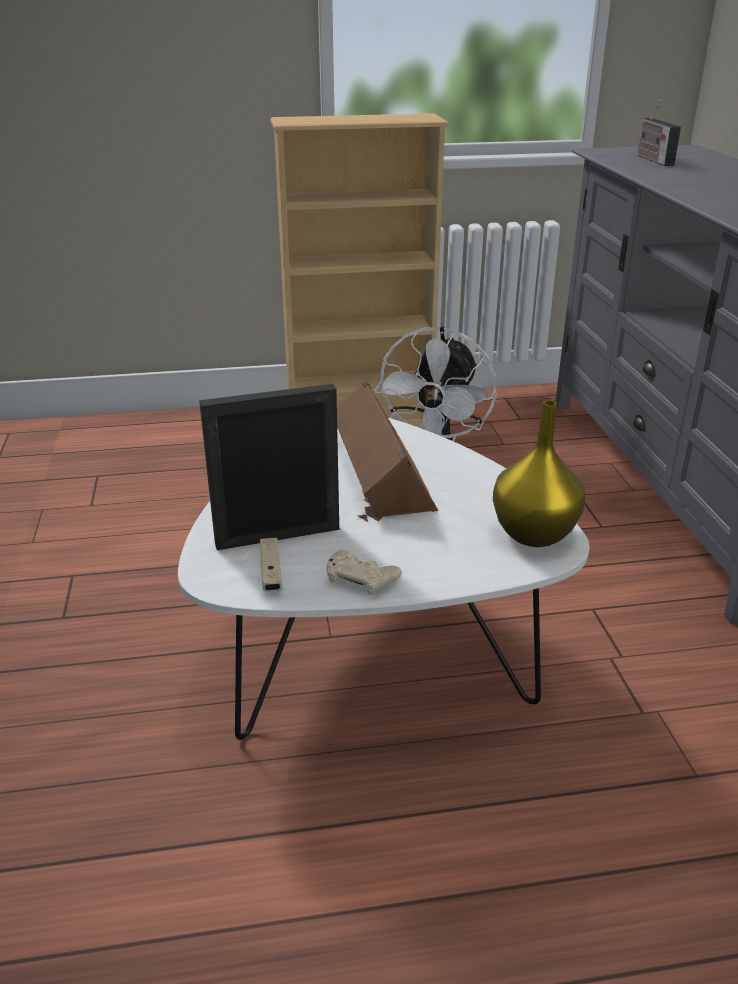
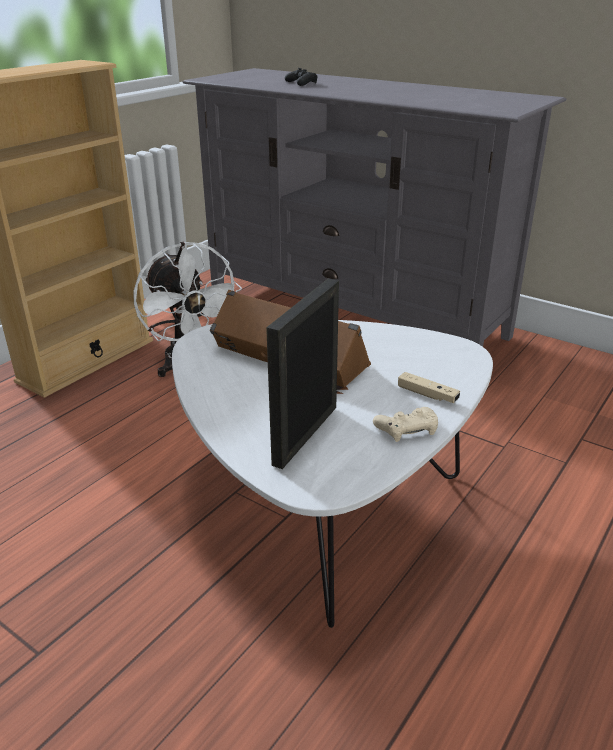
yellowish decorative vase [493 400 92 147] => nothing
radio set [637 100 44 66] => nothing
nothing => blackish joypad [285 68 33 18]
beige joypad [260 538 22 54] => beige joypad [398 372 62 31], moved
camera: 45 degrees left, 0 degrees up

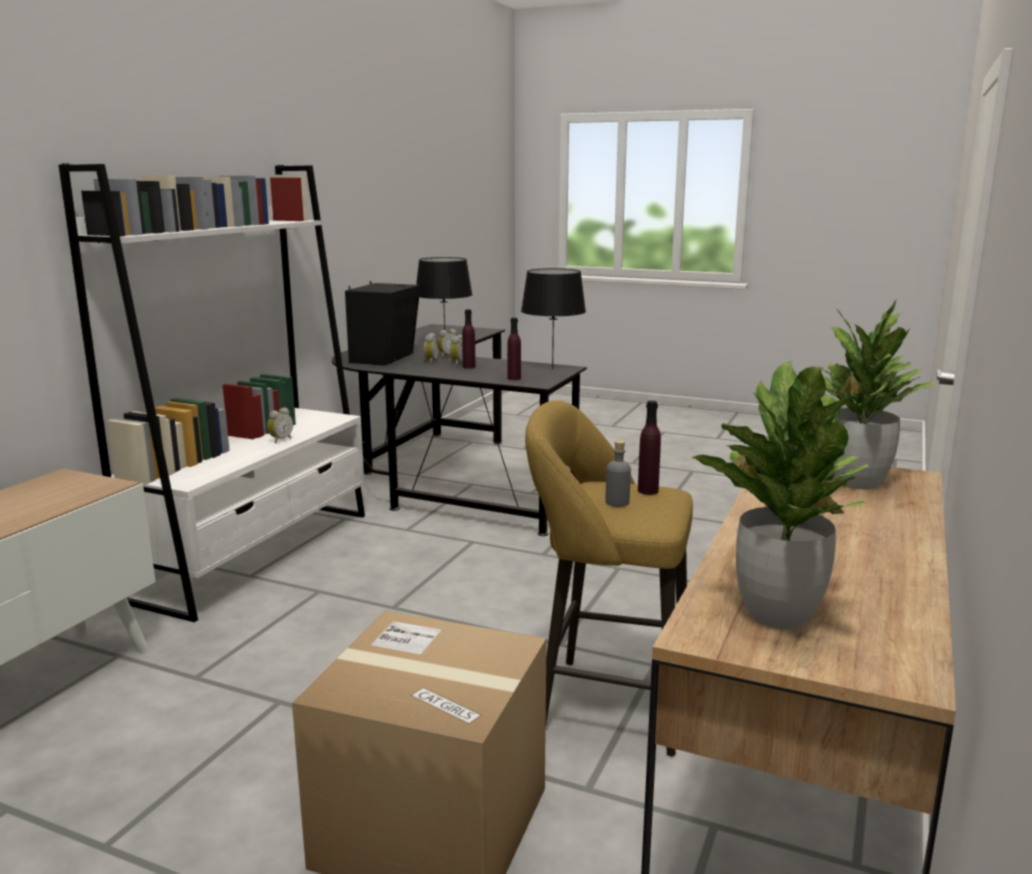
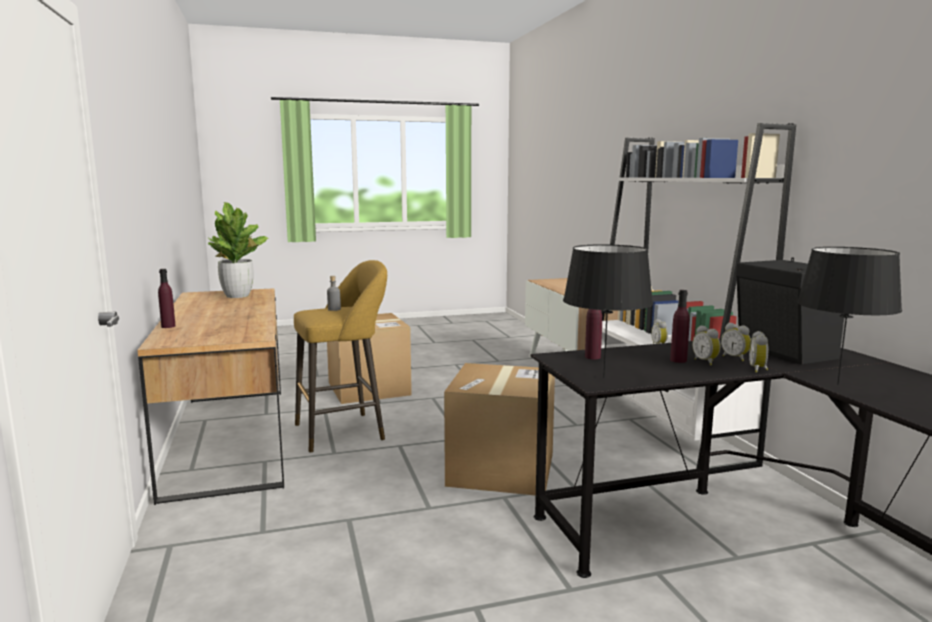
potted plant [823 299 115 191] => nothing
nothing => cardboard box [444 363 111 133]
purple beverage bottle [638 400 23 95] => purple beverage bottle [158 269 17 59], moved
camera: 140 degrees right, 5 degrees down

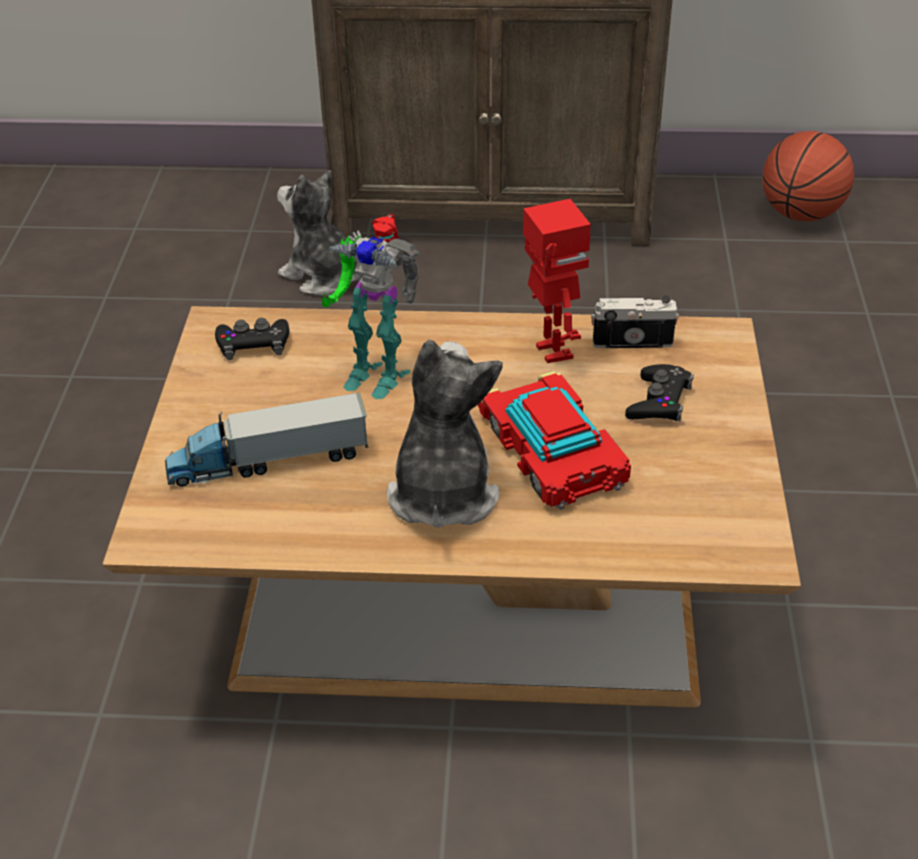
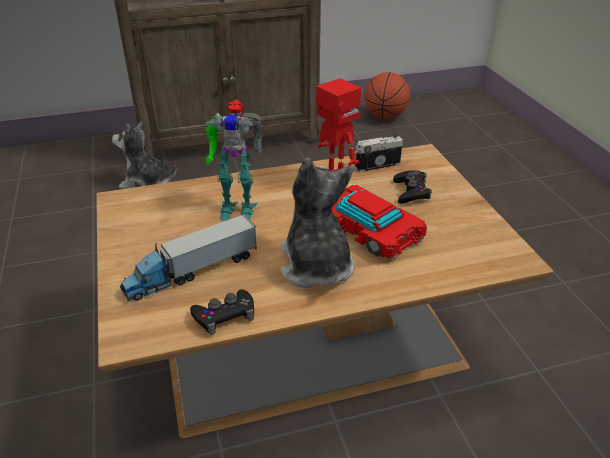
blackish joypad [215 318 74 42] => blackish joypad [190 289 64 46], moved
camera: 20 degrees left, 5 degrees down

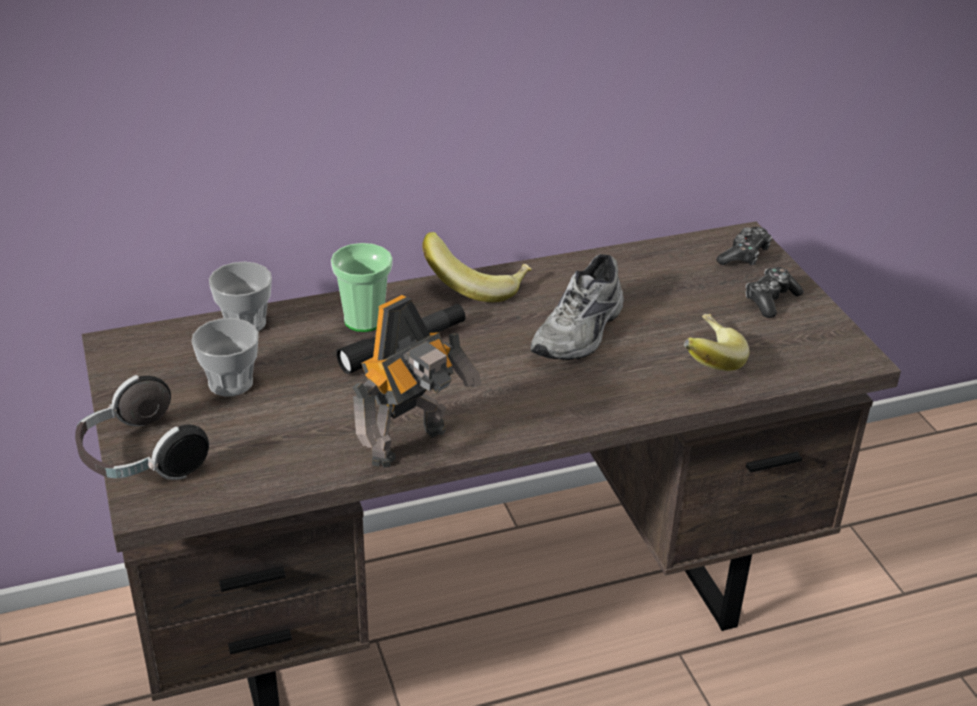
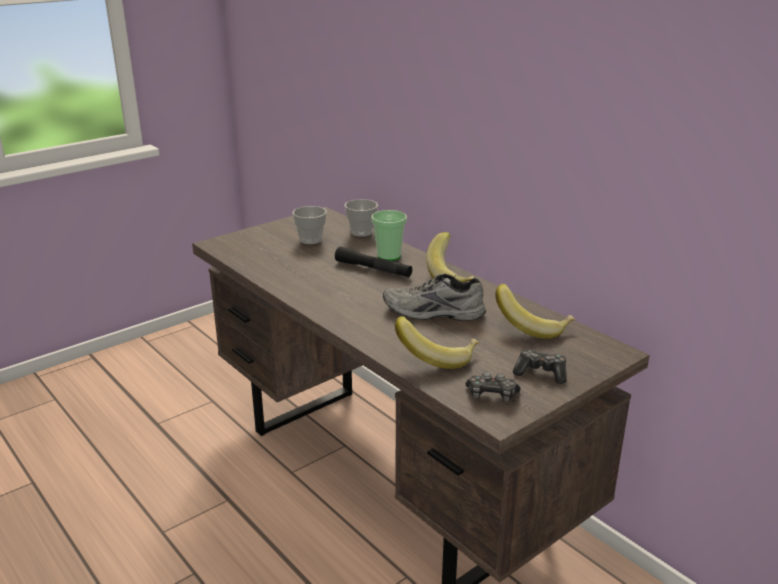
headphones [75 375 134 105] => nothing
toy robot [352 295 129 173] => nothing
nothing => whole banana [495 284 80 55]
joypad [716 227 56 39] => joypad [466 372 55 30], moved
camera: 70 degrees right, 10 degrees down

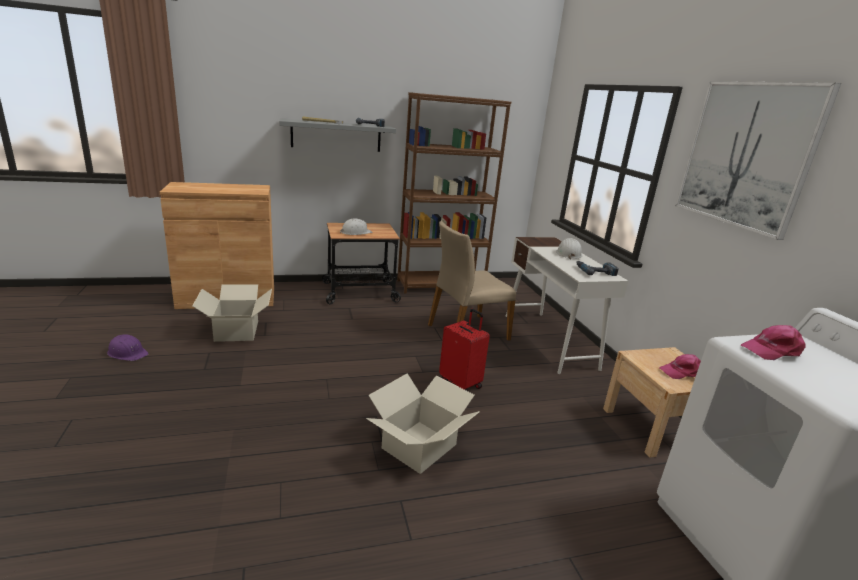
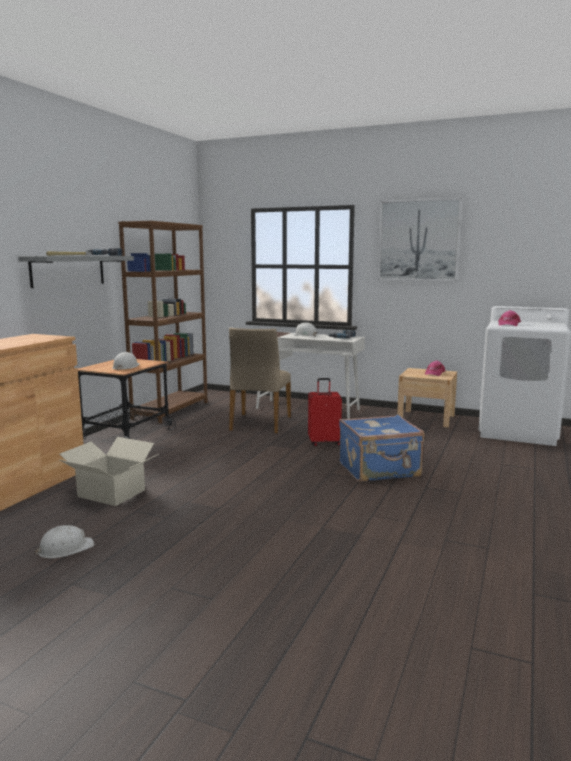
cardboard box [366 374 113 100] => blue suitcase [339 415 86 67]
purple safety helmet [107 334 42 27] => white-coloured safety helmet [34 525 60 33]
camera: 50 degrees left, 10 degrees down

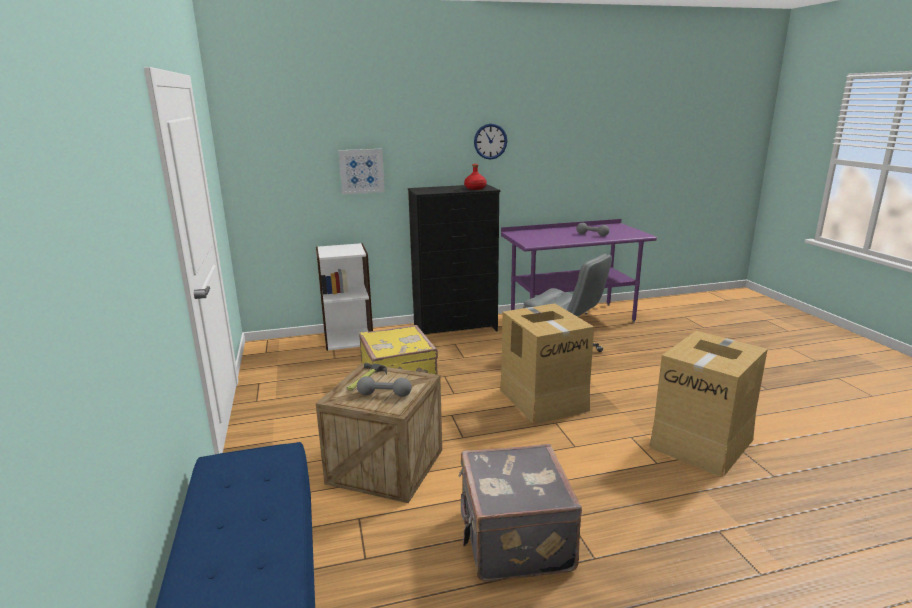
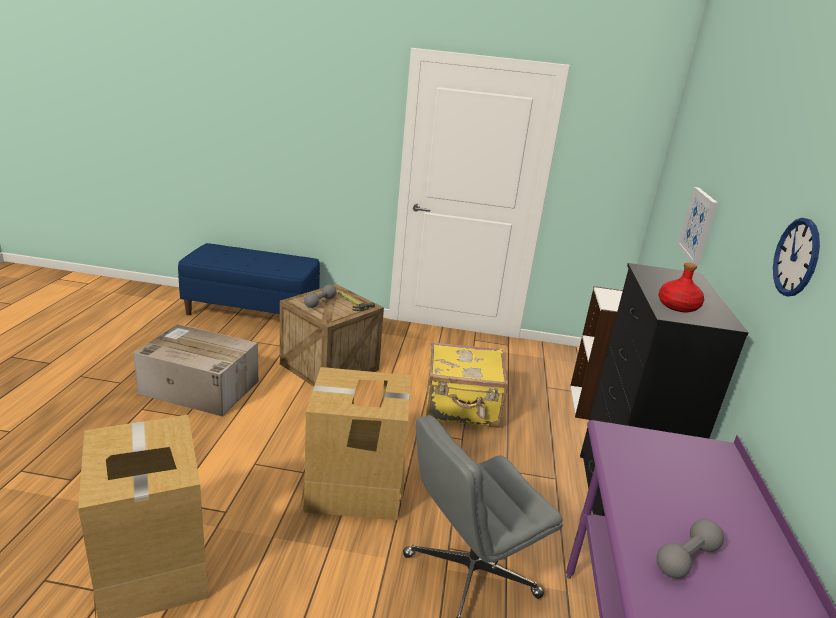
grey suitcase [459 444 123 137] => cardboard box [133 324 125 93]
camera: 110 degrees right, 5 degrees up

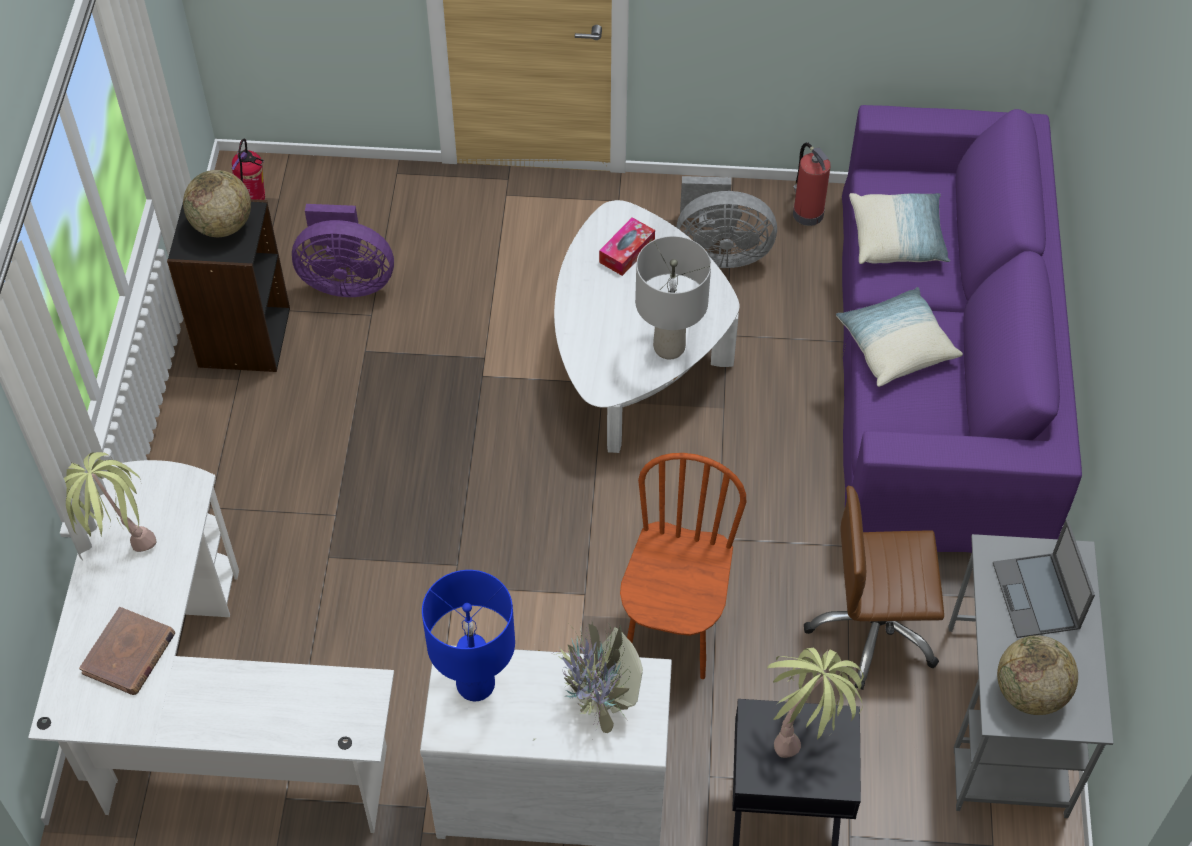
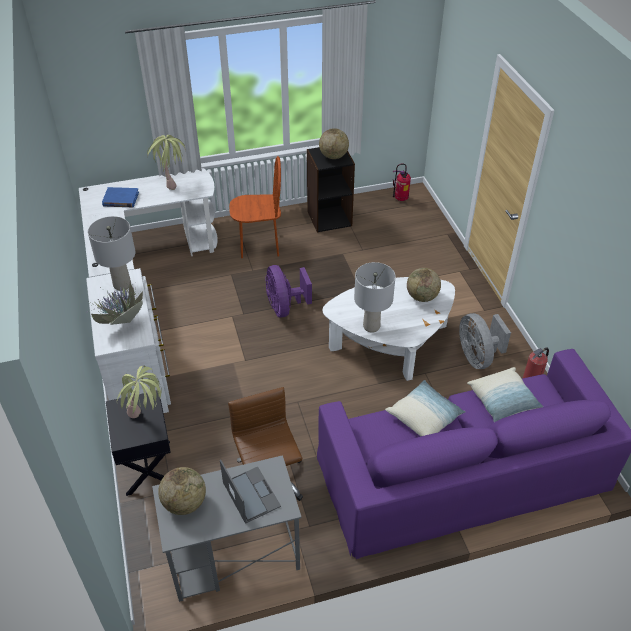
purple electric fan [292 204 102 93] => purple electric fan [266 265 46 52], moved
brown-coloured upright chair [620 453 126 226] => brown-coloured upright chair [229 156 52 102], moved
tissue box [599 217 56 59] => desk globe [407 268 34 34]
brown-coloured book [79 607 96 88] => blue book [102 187 37 20]
blue lamp for a table [422 570 93 131] => grey lamp for a table [88 216 47 75]
notebook computer [993 519 102 119] => notebook computer [220 460 61 64], 90 degrees clockwise
camera: 70 degrees right, 10 degrees down

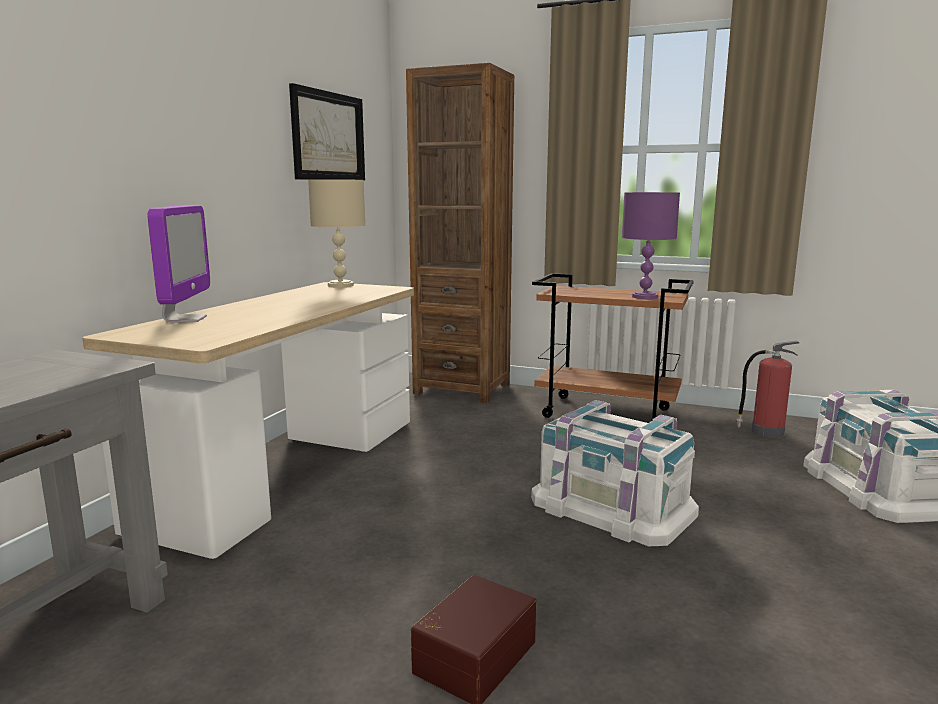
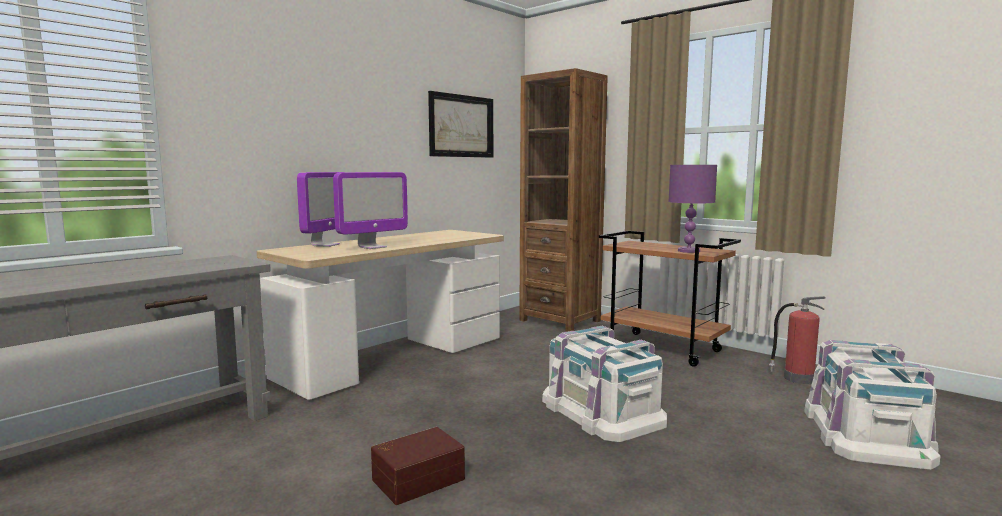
beige lamp for a table [308 179 58 109] => nothing
nothing => computer screen [333 172 75 77]
camera: 20 degrees right, 5 degrees down

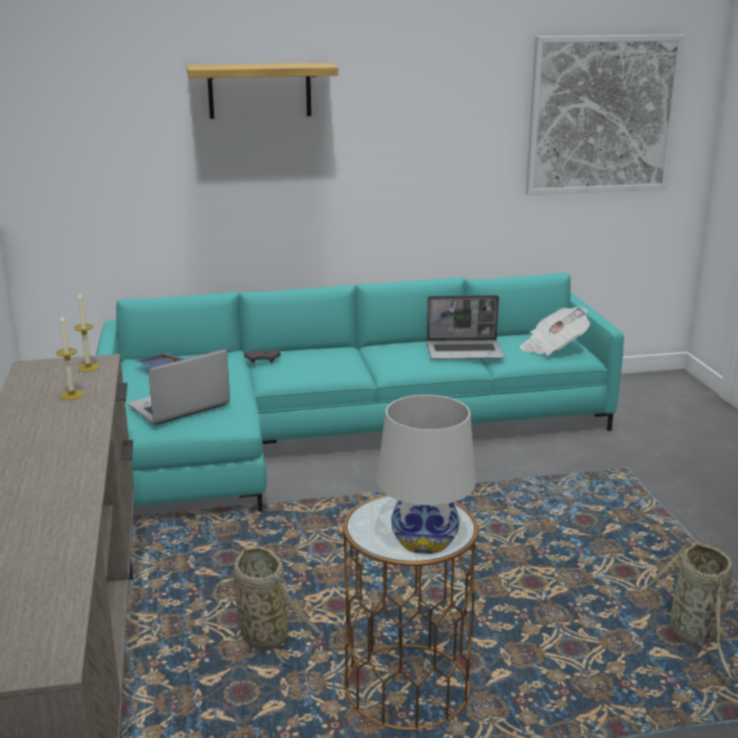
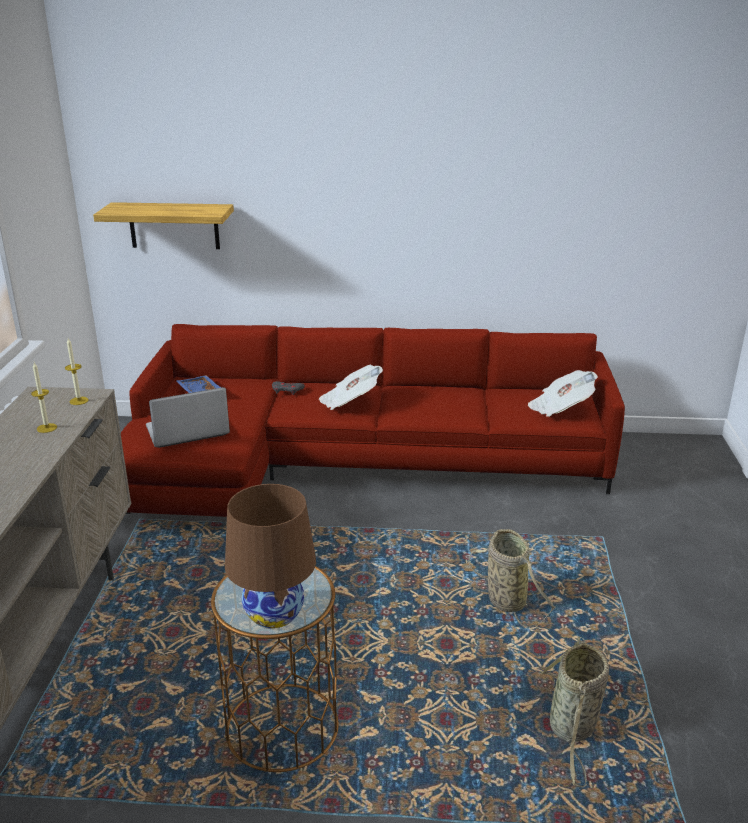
notebook computer [426 295 79 65] => nothing
wall picture [526 35 159 160] => nothing
nothing => daily paper [319 365 64 45]
shelf [187 63 151 56] => shelf [93 202 141 47], moved
household basket [215 546 108 118] => household basket [469 529 87 99], moved
turquoise couch [96 273 528 239] => red-coloured couch [121 324 504 193]
white-coloured lamp for a table [377 395 99 159] => brown-coloured lamp for a table [225 484 91 145]
camera: 15 degrees right, 5 degrees up

